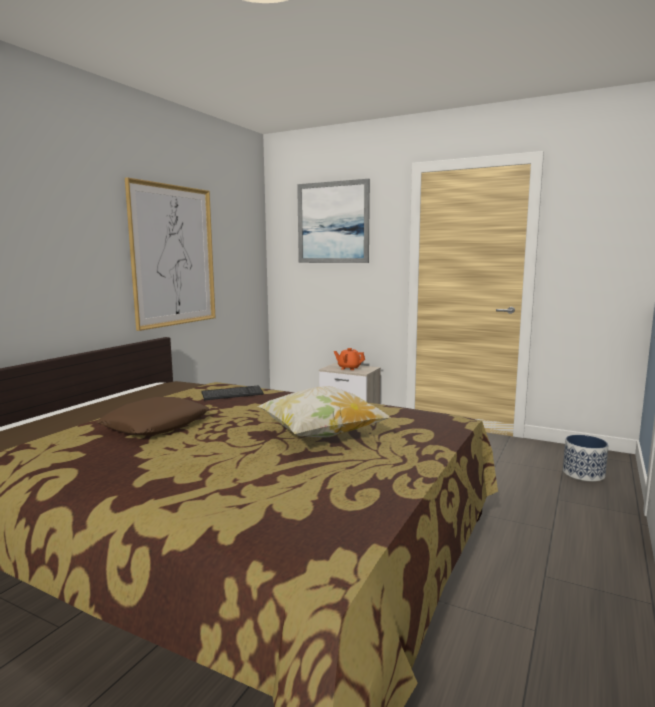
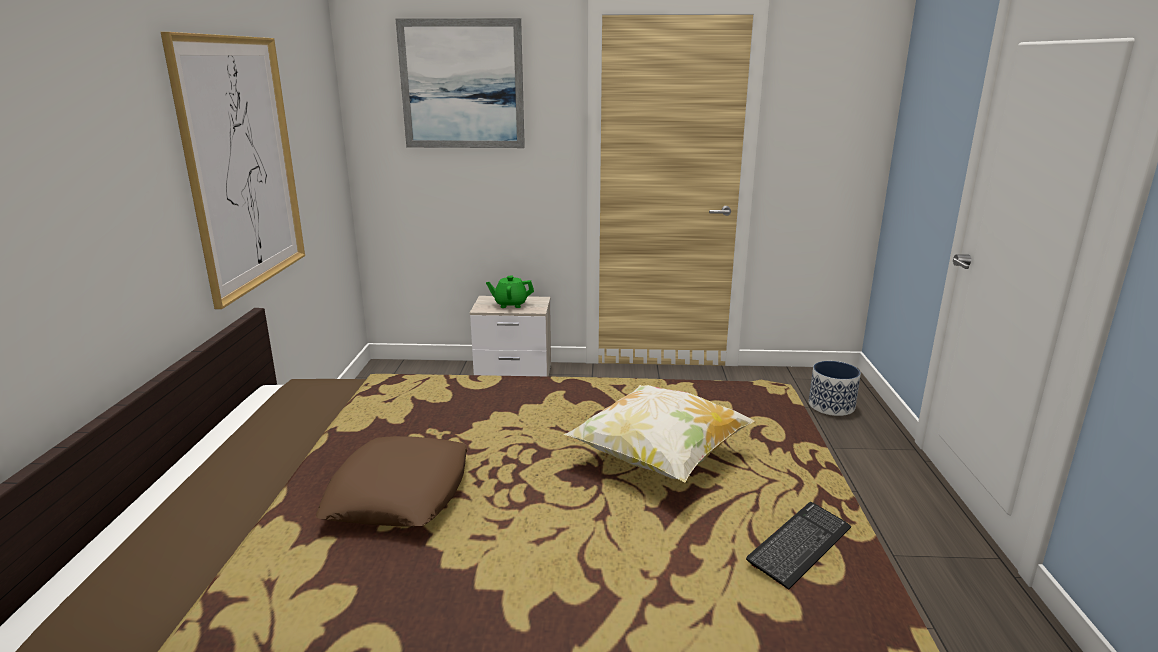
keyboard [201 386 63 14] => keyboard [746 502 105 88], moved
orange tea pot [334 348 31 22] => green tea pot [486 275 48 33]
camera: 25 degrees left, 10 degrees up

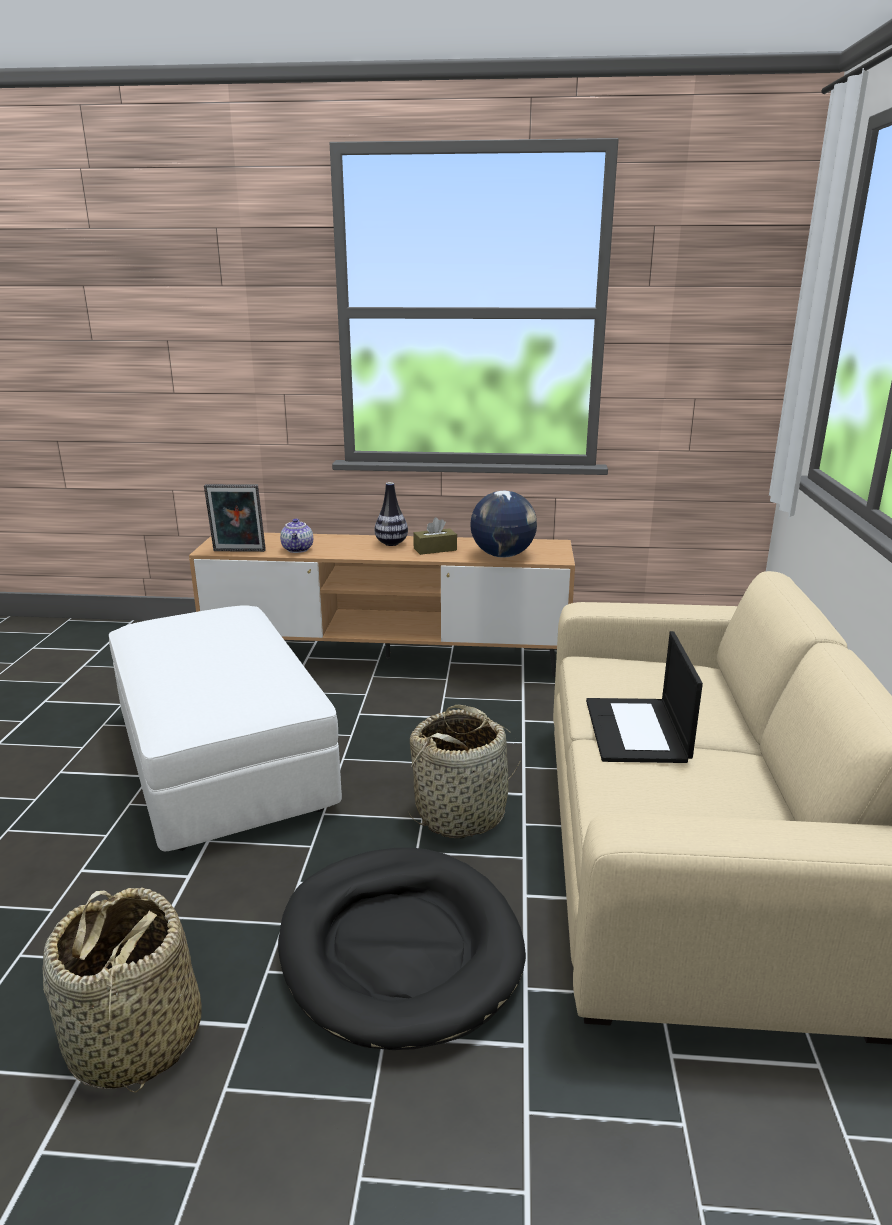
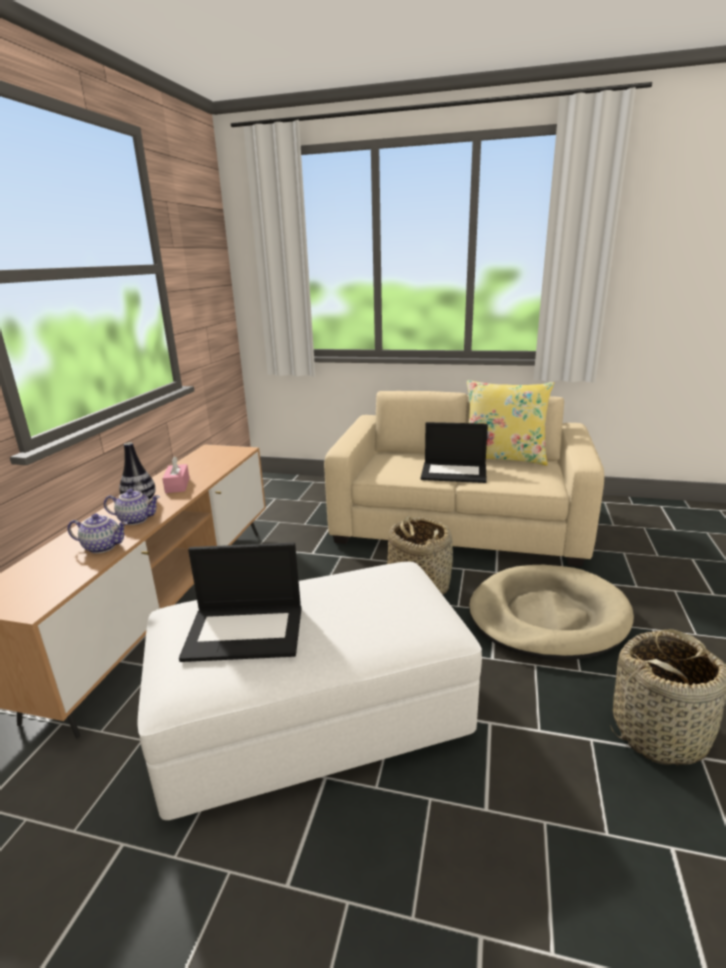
standing frame [204 484 62 68] => nothing
desk globe [470 491 67 66] => nothing
nothing => tea pot [104 489 56 36]
nothing => notebook computer [179 543 122 119]
nothing => yellowish cushion [467 380 87 85]
blackish dog cushion [278 848 248 202] => beige dog cushion [469 565 165 95]
brown-coloured tissue box [413 517 44 38] => pink tissue box [162 456 28 37]
camera: 80 degrees left, 0 degrees up

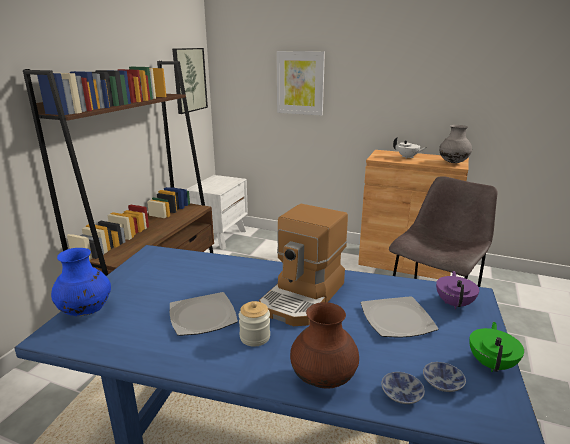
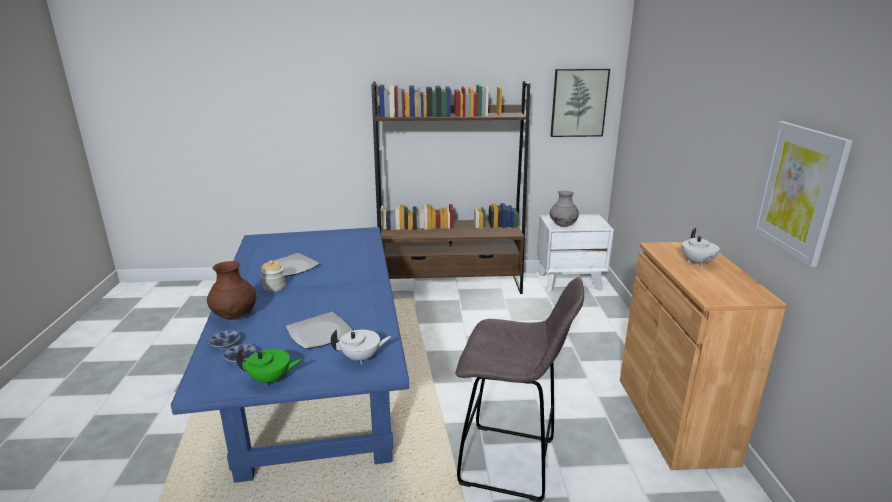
blue decorative vase [51 248 60 68] => nothing
coffee machine [259 204 89 122] => nothing
wall picture [277 51 48 65] => wall picture [753 121 100 146], moved
grey decorative vase [439 125 33 38] => grey decorative vase [550 191 29 36], moved
purple tea pot [436 271 43 38] => white-coloured tea pot [331 329 60 35]
camera: 65 degrees right, 0 degrees up

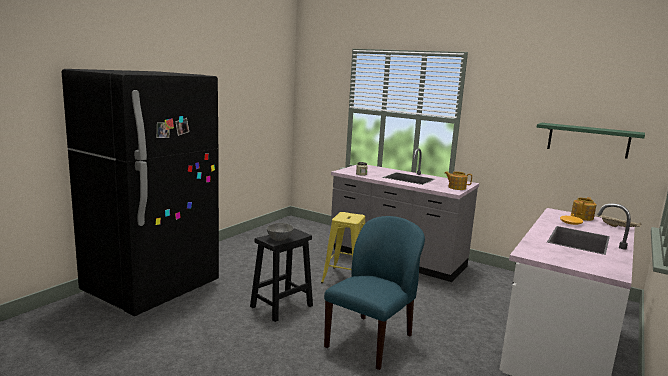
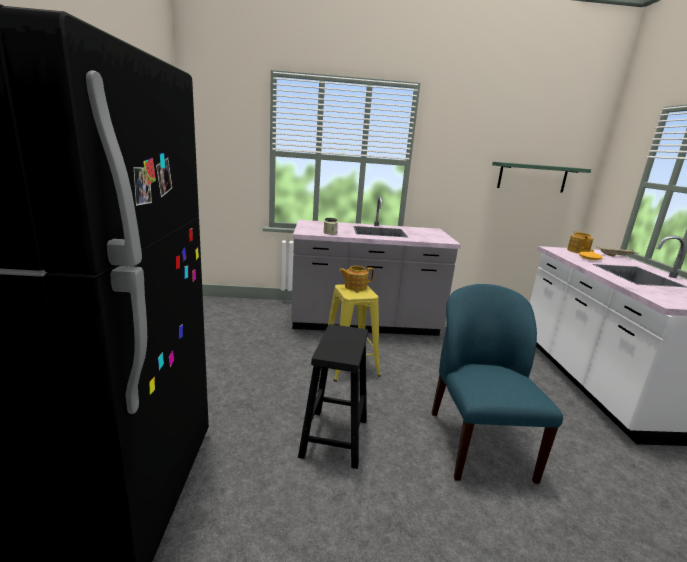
grey deep dish [267 223 27 18] => nothing
tea pot [445 171 27 19] => tea pot [339 266 35 25], moved
camera: 35 degrees left, 5 degrees up

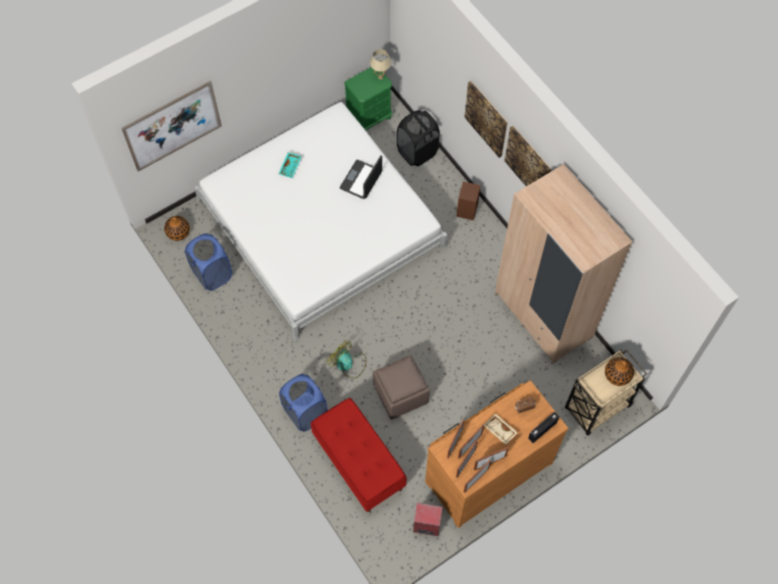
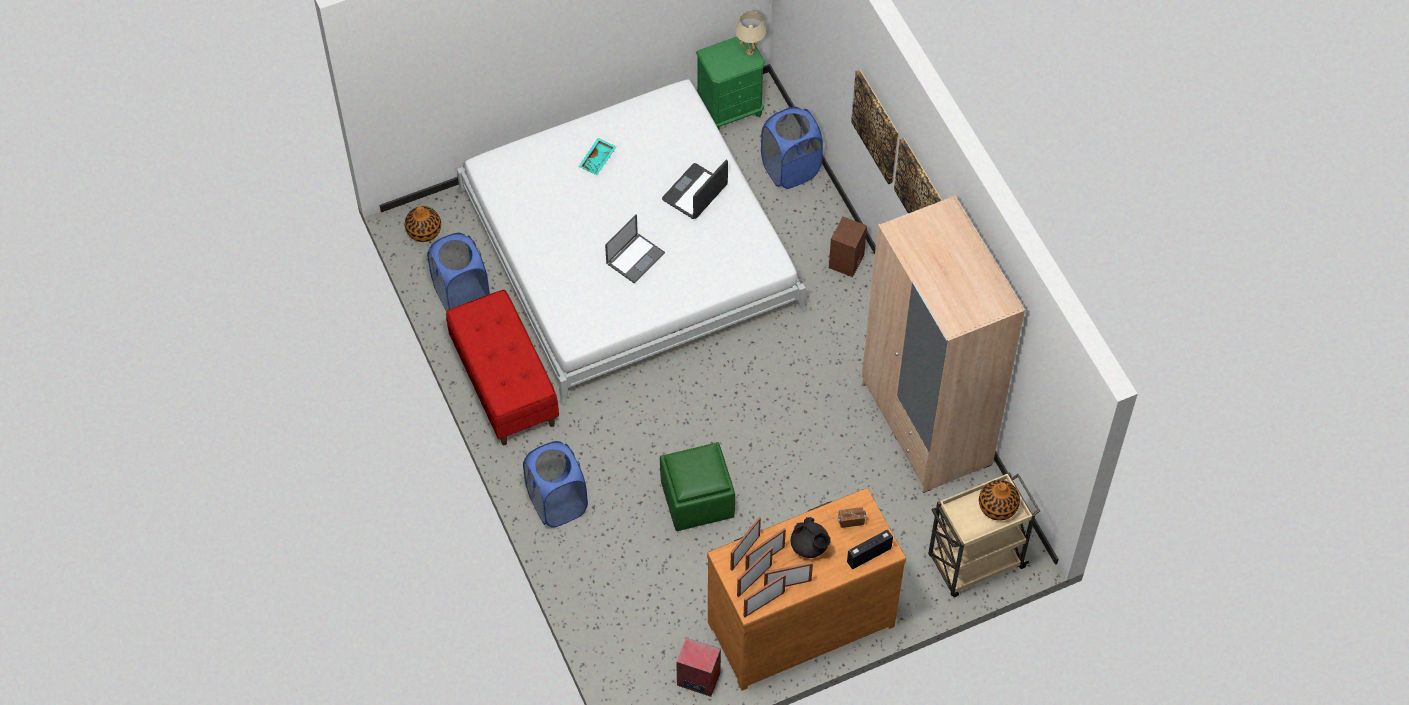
wall picture [121 81 101 91] => nothing
electric fan [327 340 39 38] => nothing
nothing => notebook computer [605 214 60 70]
red-coloured indoor bench [311 398 96 114] => red-coloured indoor bench [446 290 113 155], moved
beige serving tray [484 414 34 30] => blackish tea pot [791 517 40 41]
brown-coloured pouffe [373 355 57 65] => green pouffe [660 442 75 89]
blackish hamper [397 110 43 56] => blue hamper [761 107 62 82]
camera: 10 degrees right, 5 degrees down

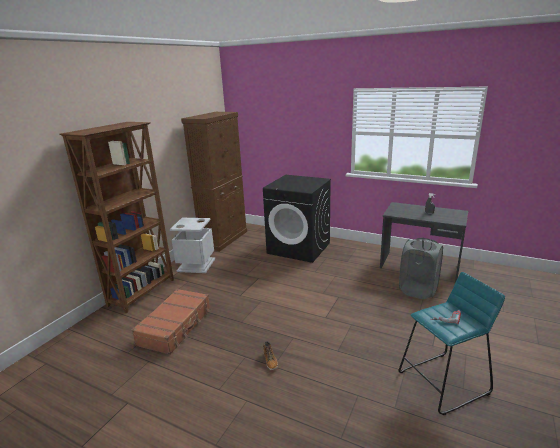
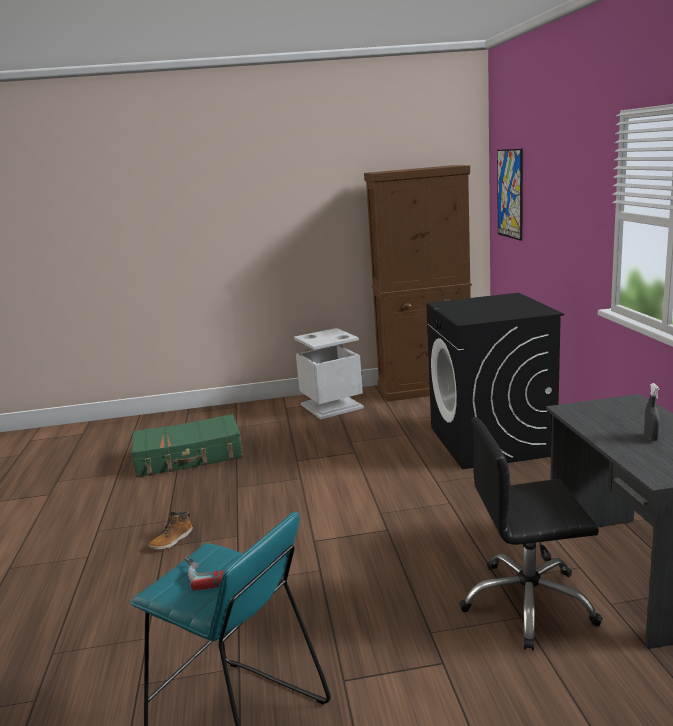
brown-coloured bookcase [59 122 115 192] => nothing
nothing => wall picture [497 149 26 92]
grey hamper [399 238 44 61] => blackish office chair [459 417 144 234]
brown-coloured suitcase [132 289 78 66] => green suitcase [131 414 112 64]
camera: 55 degrees right, 5 degrees down

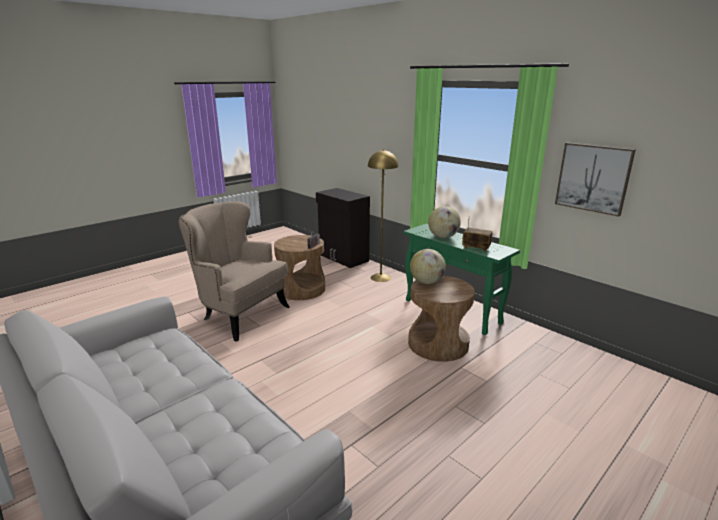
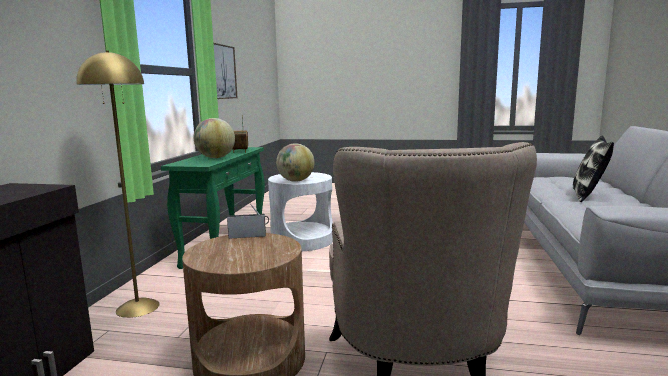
nothing => cushion [573 136 41 66]
brown-coloured end table [408 276 67 86] => white-coloured end table [268 172 65 79]
camera: 125 degrees left, 10 degrees down

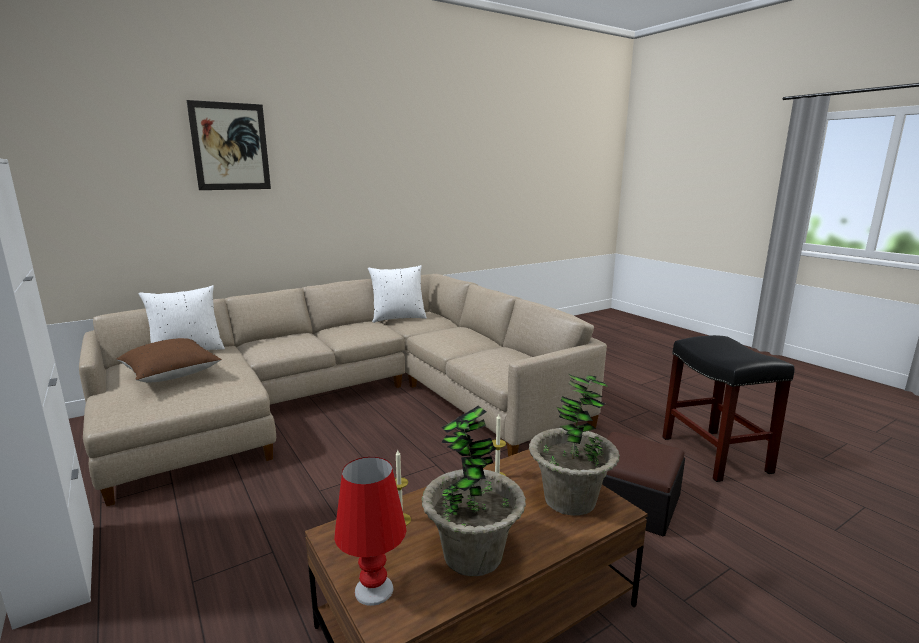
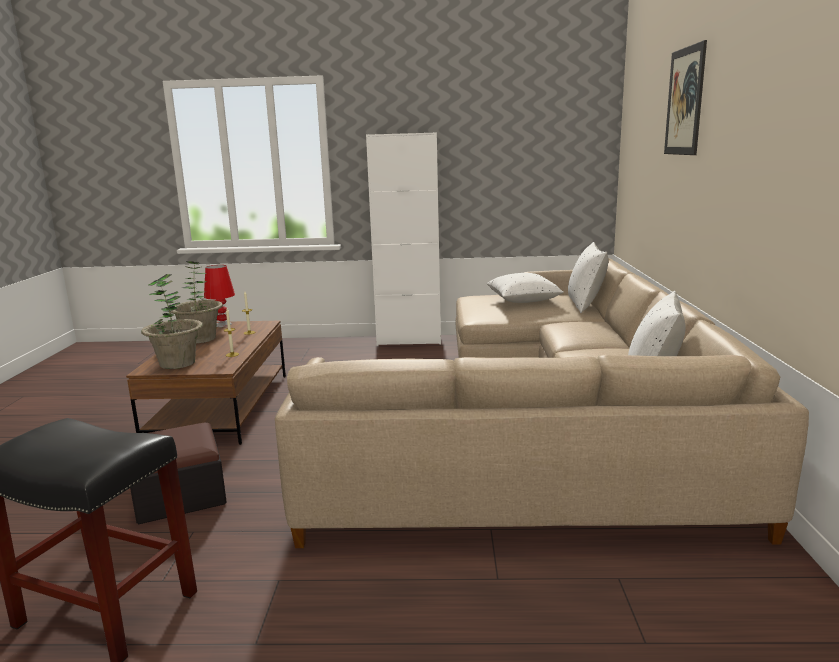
brown-coloured cushion [116 338 106 44] => white-coloured cushion [487 273 77 30]
camera: 125 degrees right, 0 degrees up

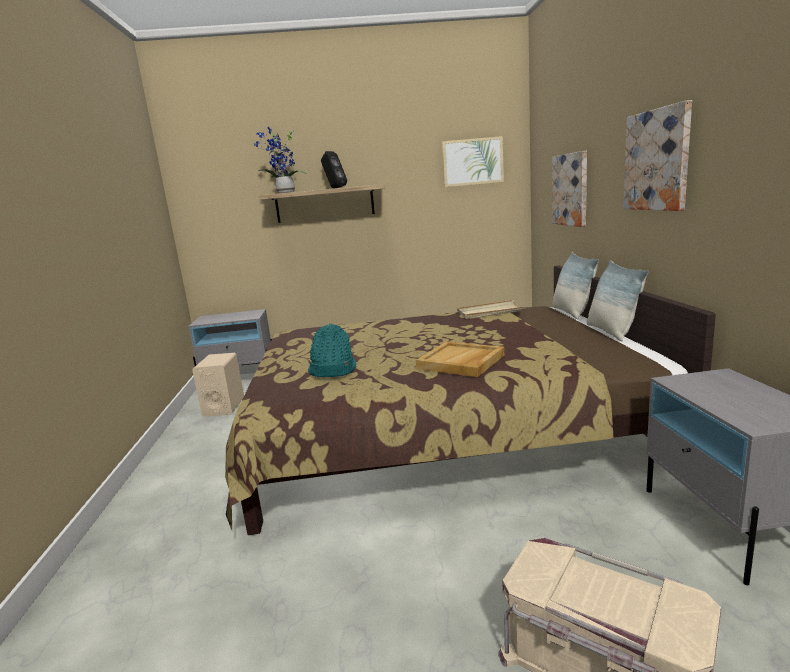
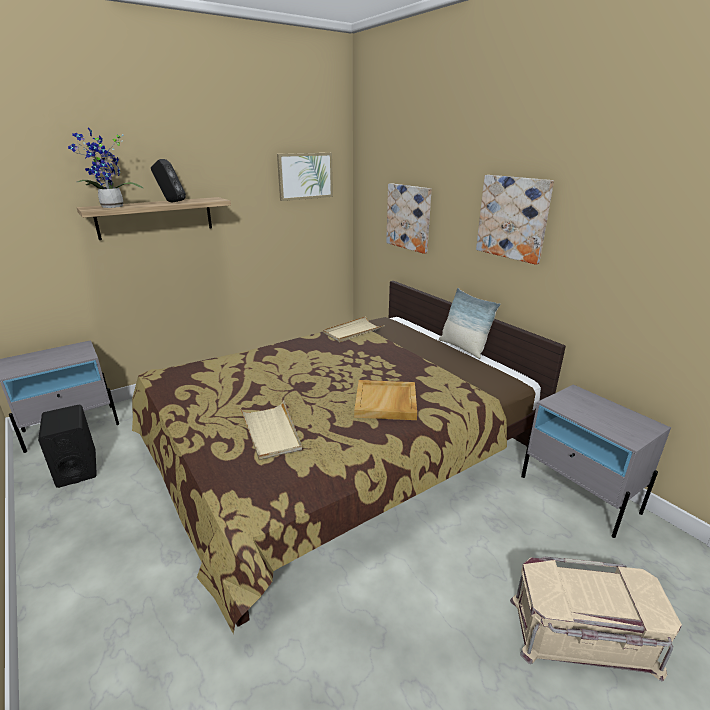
cushion [552 252 47 67] => nothing
turquoise hat [308 323 48 54] => beige serving tray [241 401 61 59]
beige speaker [192 353 52 64] => blackish speaker [38 405 59 83]
camera: 30 degrees left, 10 degrees up

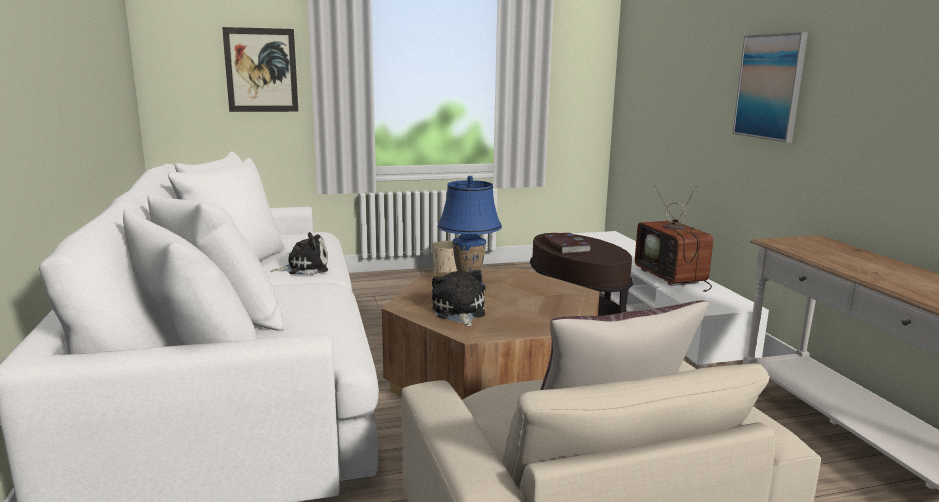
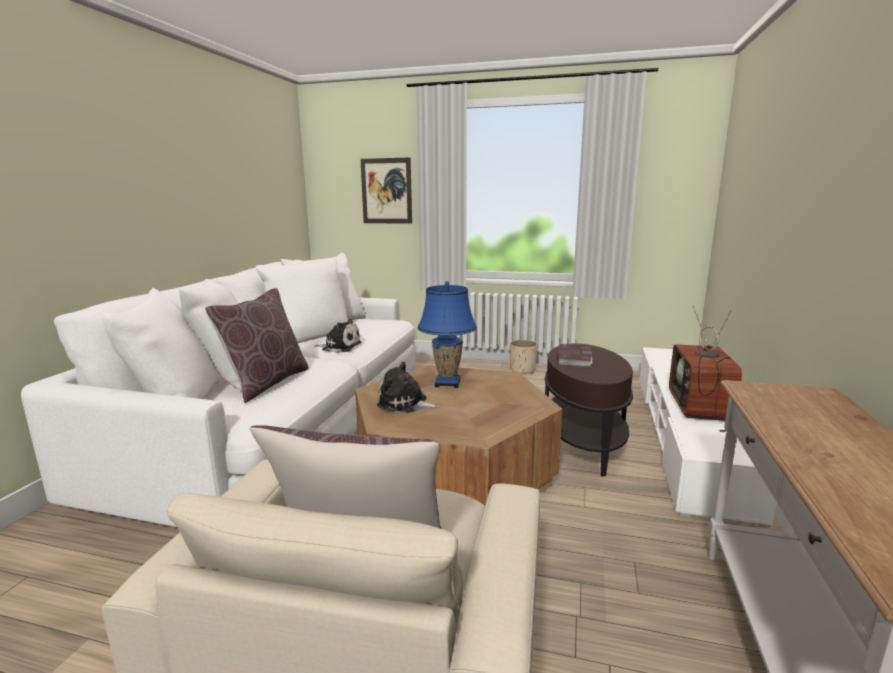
wall picture [732 32 76 111] => nothing
nothing => brown-coloured cushion [205 288 104 115]
soft toy [432 269 53 57] => soft toy [377 362 62 51], 90 degrees counterclockwise
camera: 30 degrees right, 0 degrees up

